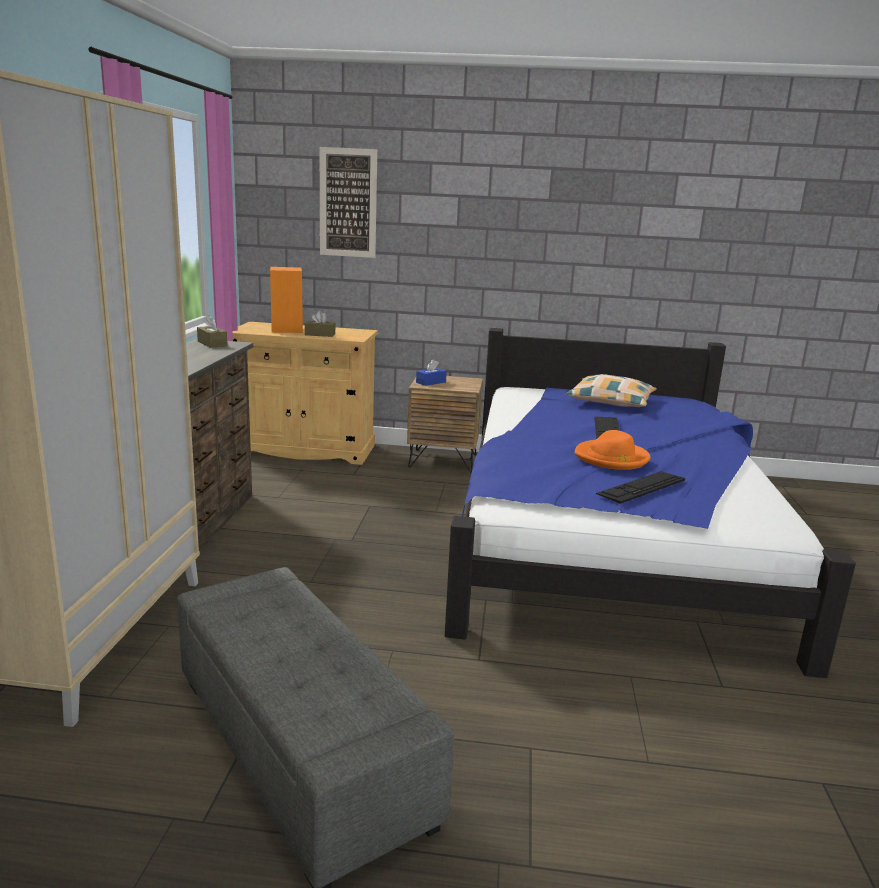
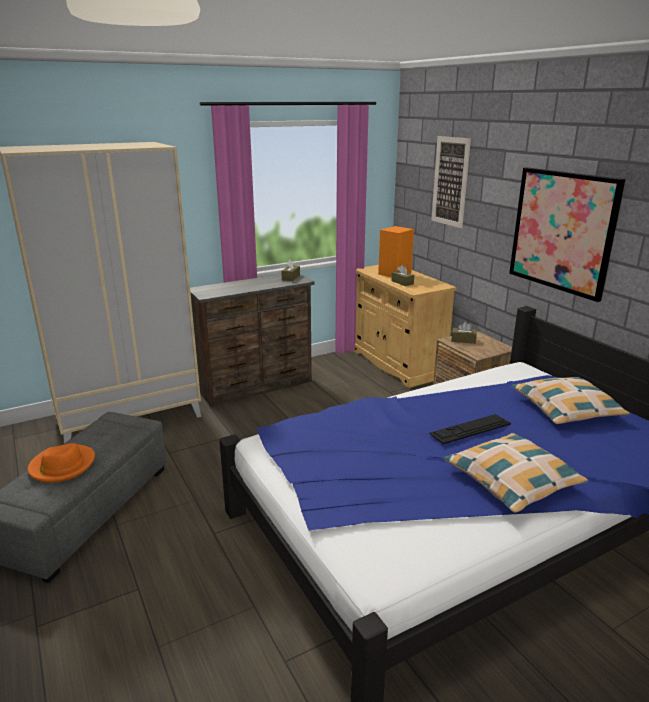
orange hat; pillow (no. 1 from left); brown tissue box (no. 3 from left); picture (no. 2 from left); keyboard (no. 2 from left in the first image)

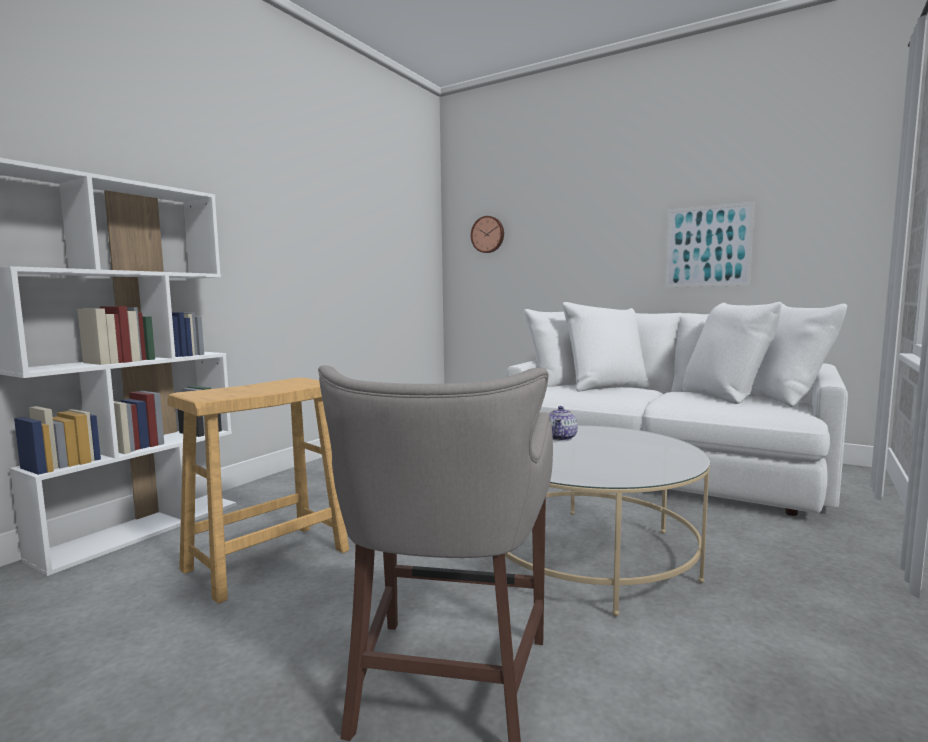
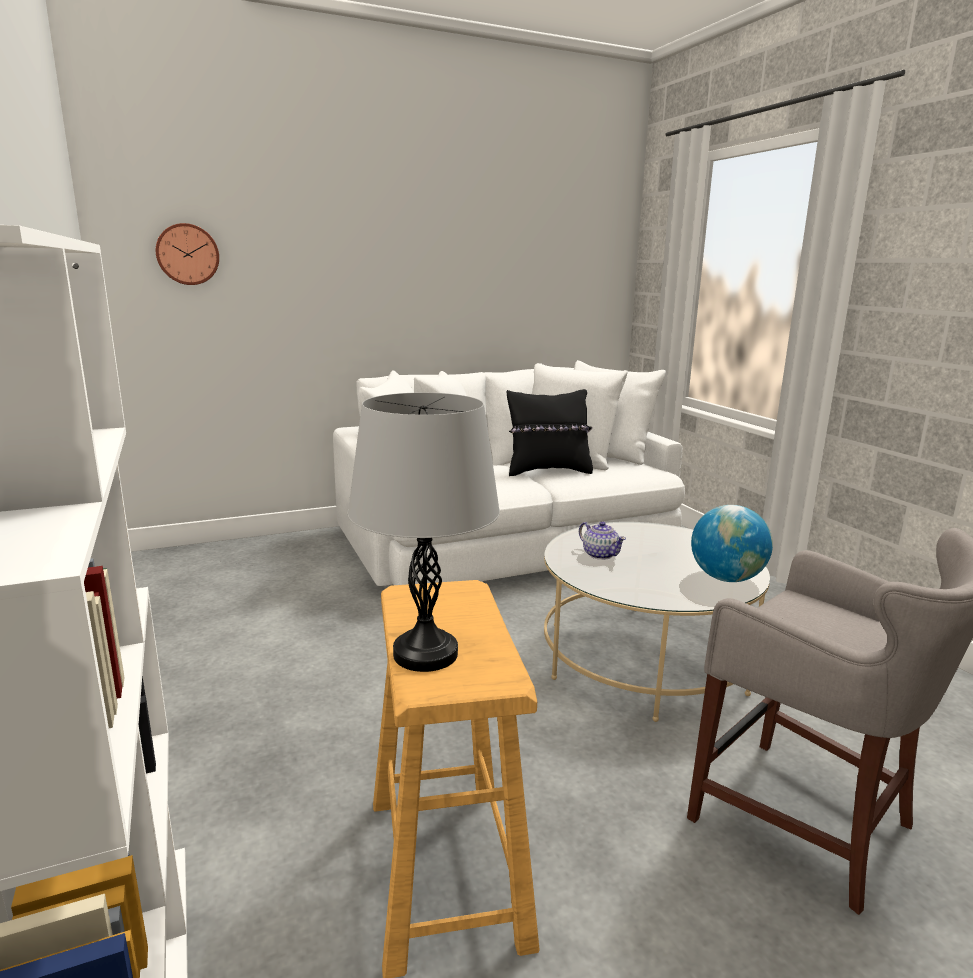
grey table lamp; black pillow; globe; picture

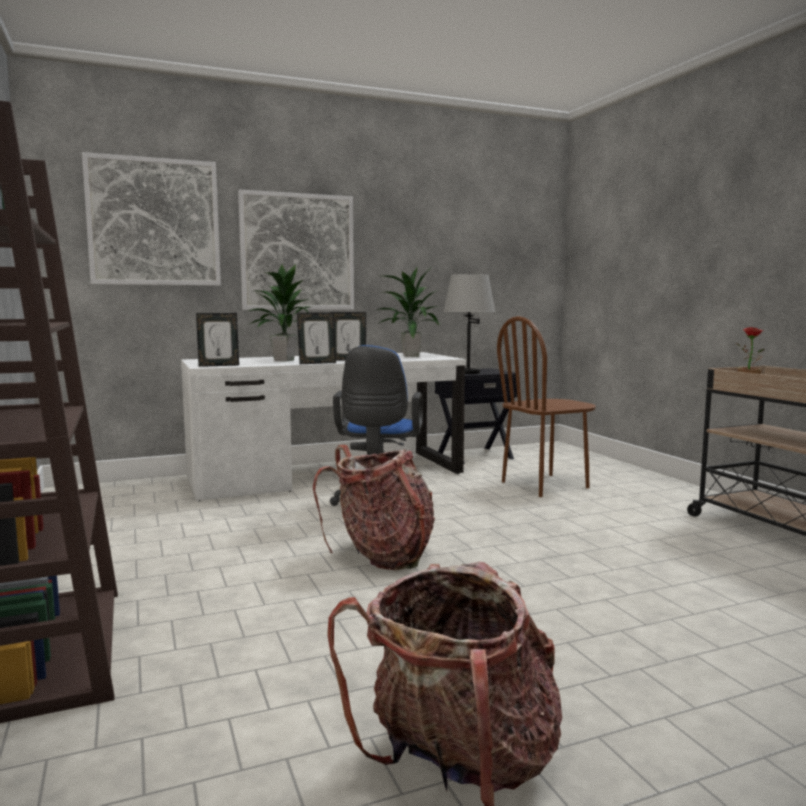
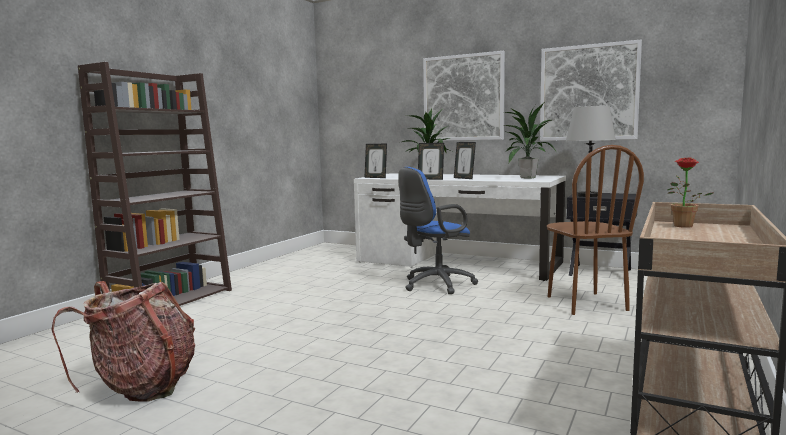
picture (no. 2 from left); brown chair; backpack (no. 1 from left in the first image)

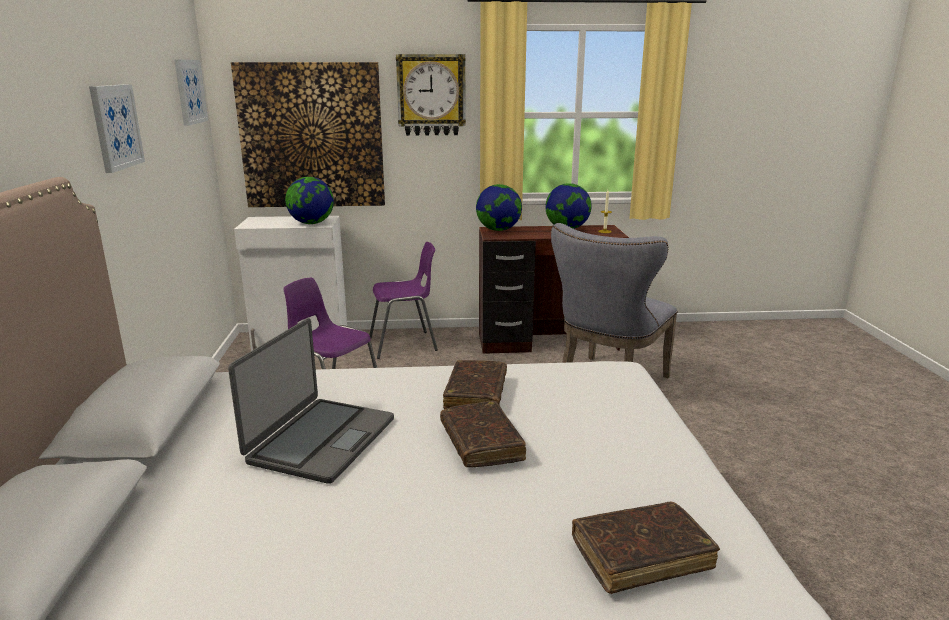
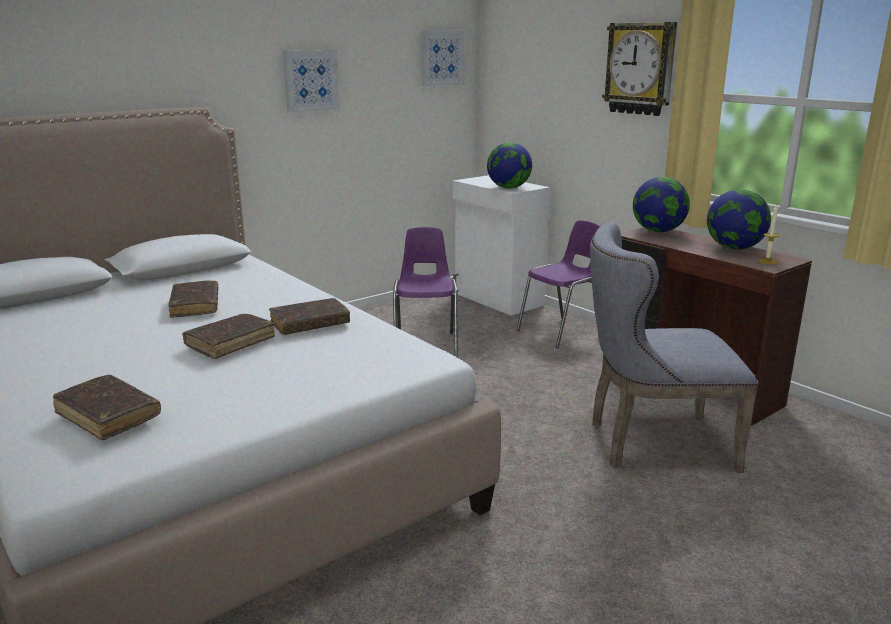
brown book (no. 2 from left); purple chair (no. 2 from left); picture (no. 3 from left in the first image)

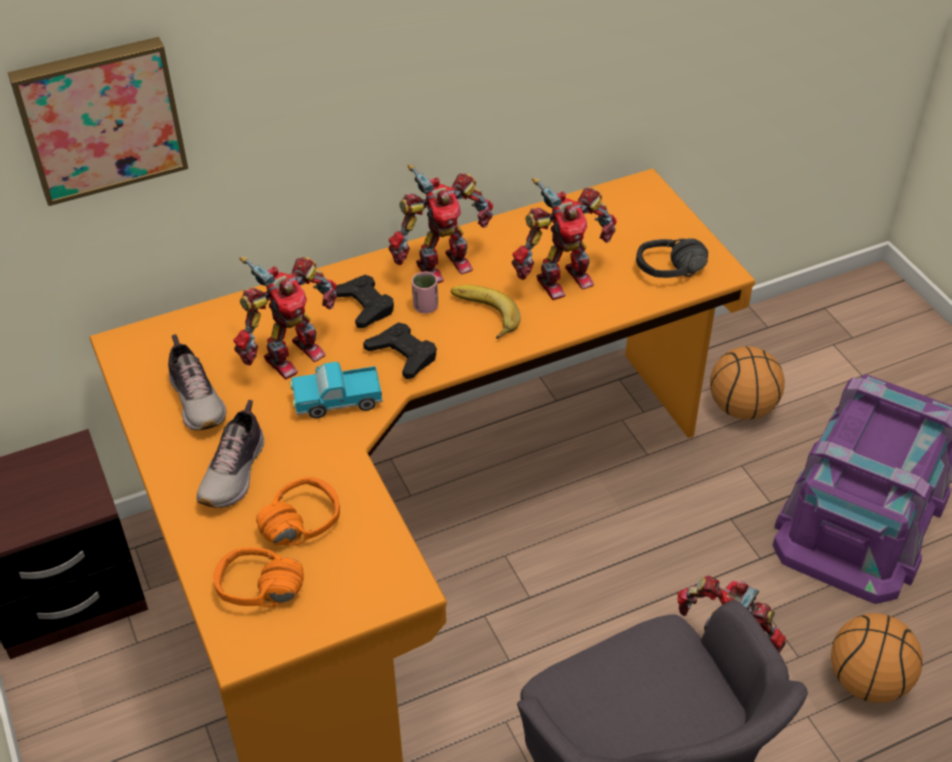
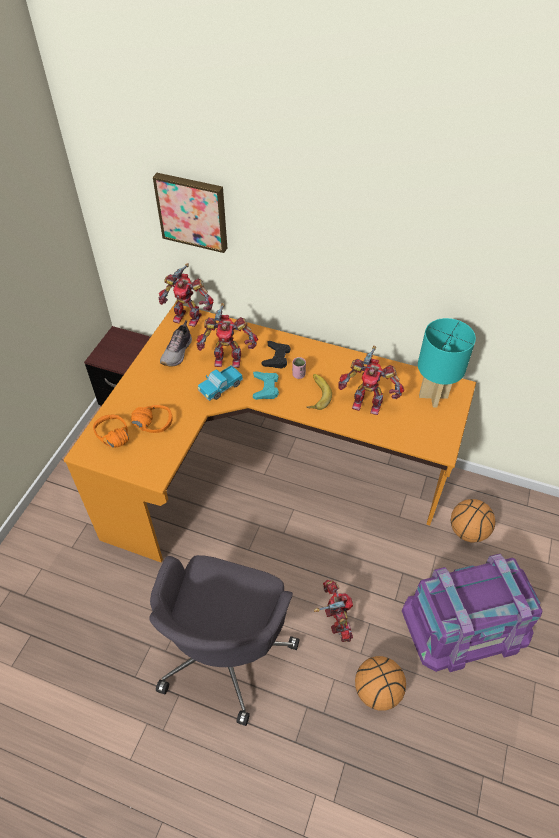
toy robot (no. 1 from left); toy truck; turquoise game controller; turquoise table lamp; shoe (no. 2 from left in the first image); black headphones

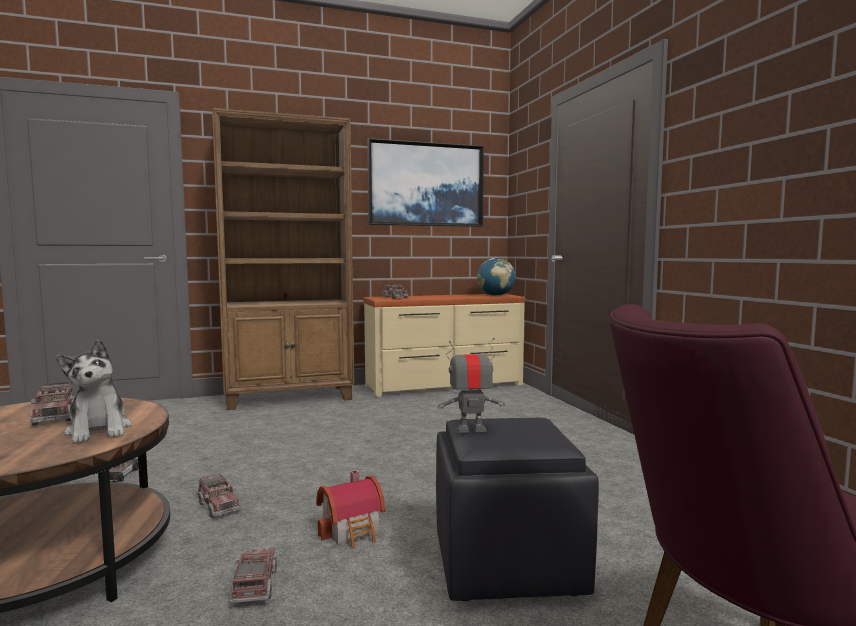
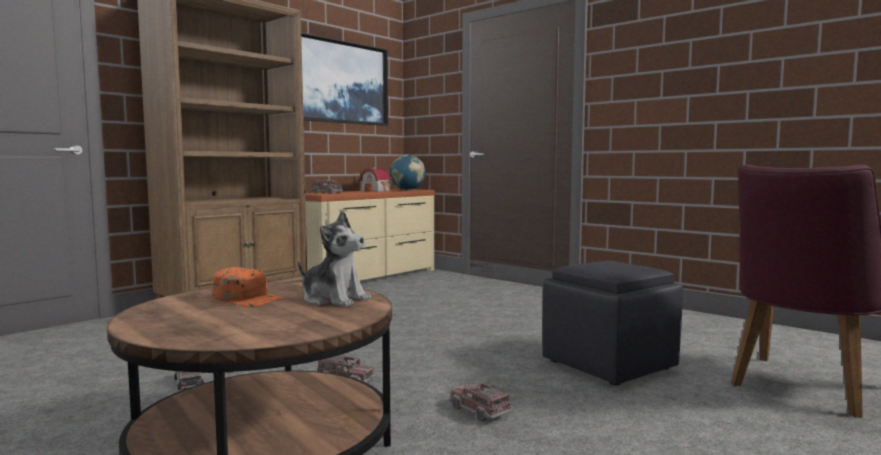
orange cap; toy house; toy robot

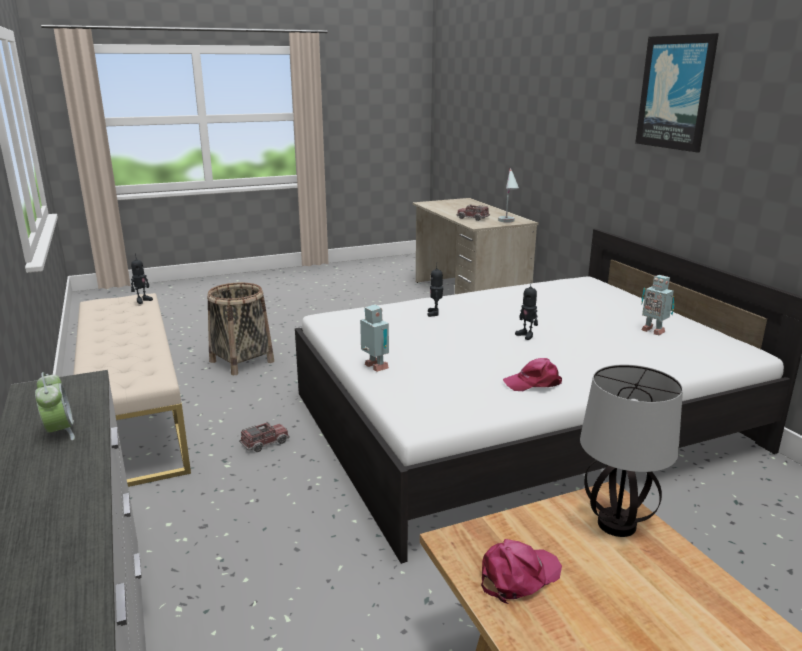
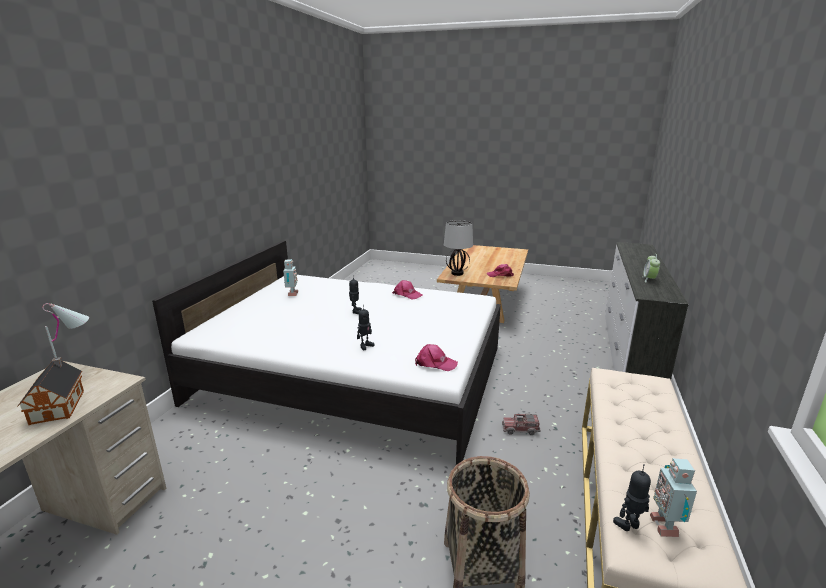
toy house; pink cap (no. 2 from left); toy robot (no. 5 from left); picture

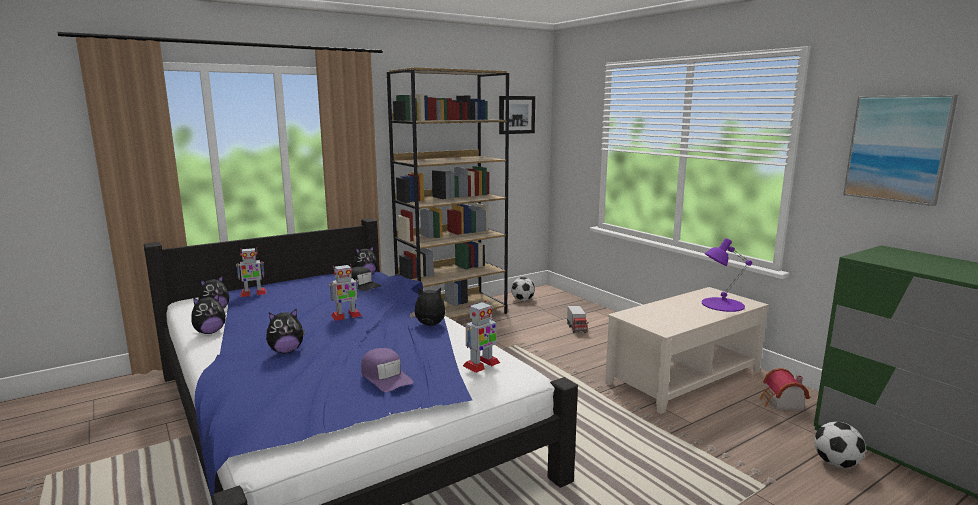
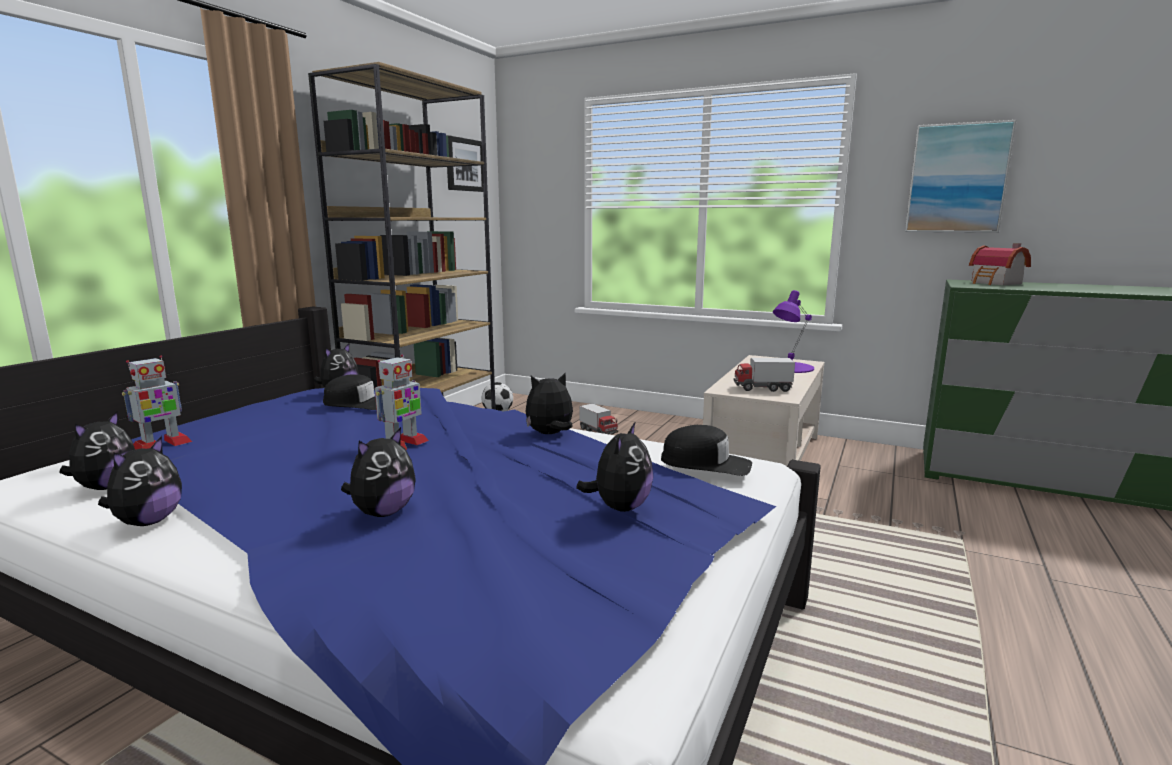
plush toy (no. 6 from left); black cap (no. 2 from left); toy truck (no. 2 from left); toy house; football (no. 2 from left in the first image)

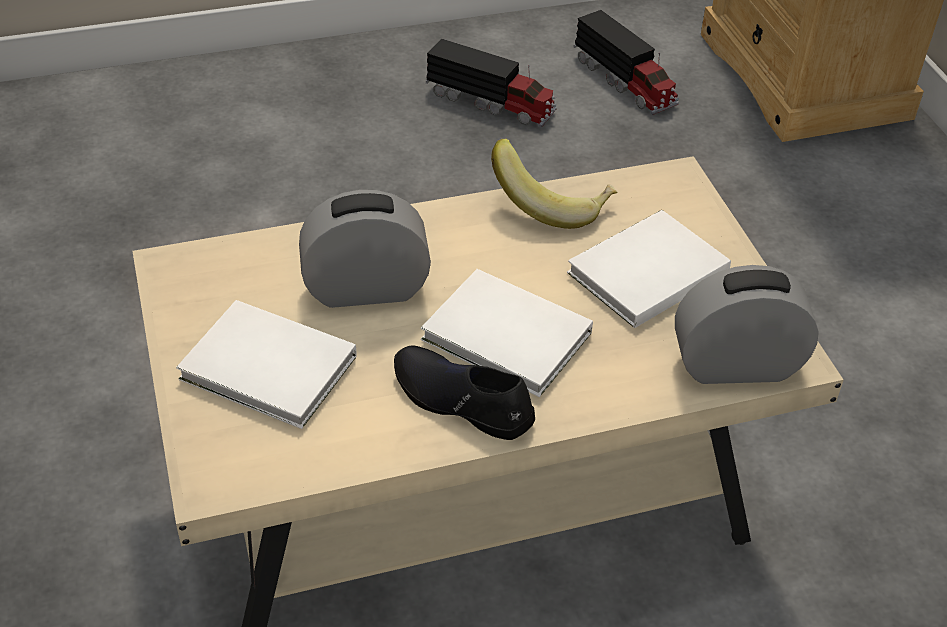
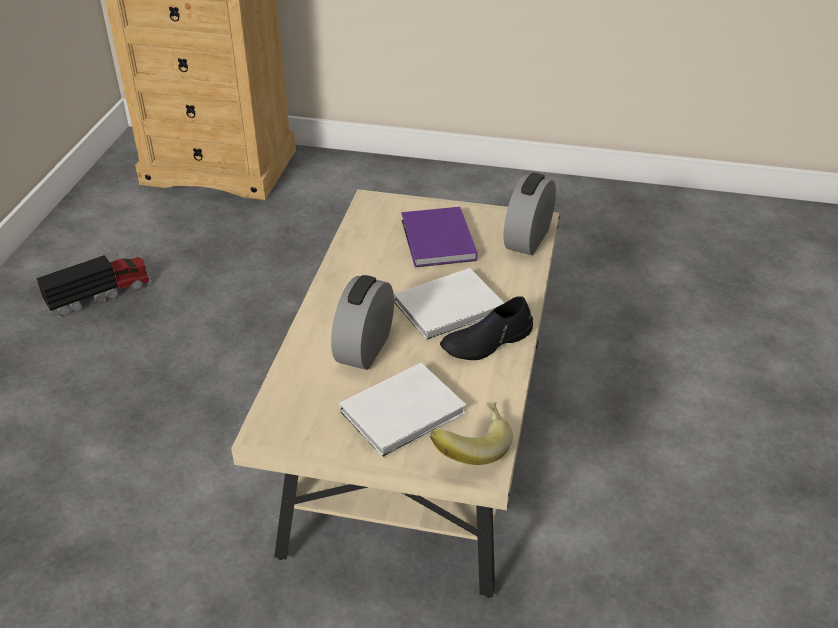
purple book; banana; toy truck (no. 2 from left in the first image)

